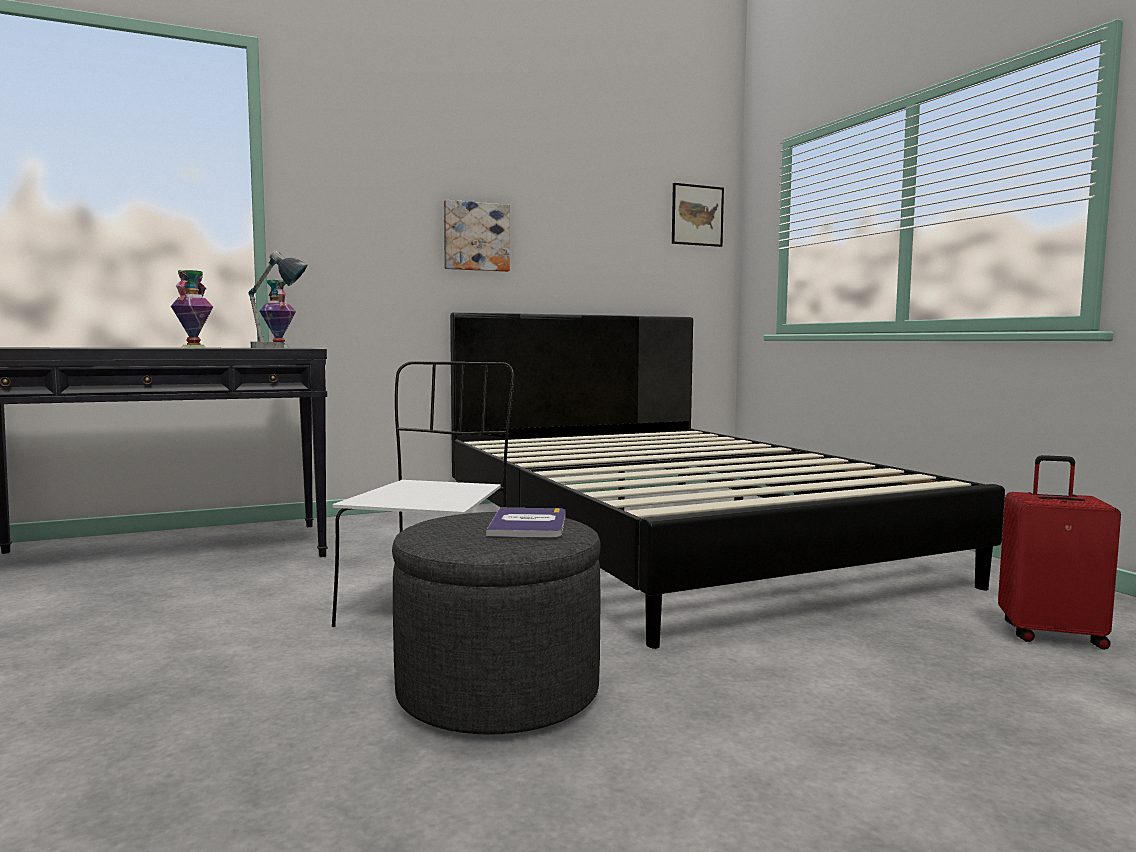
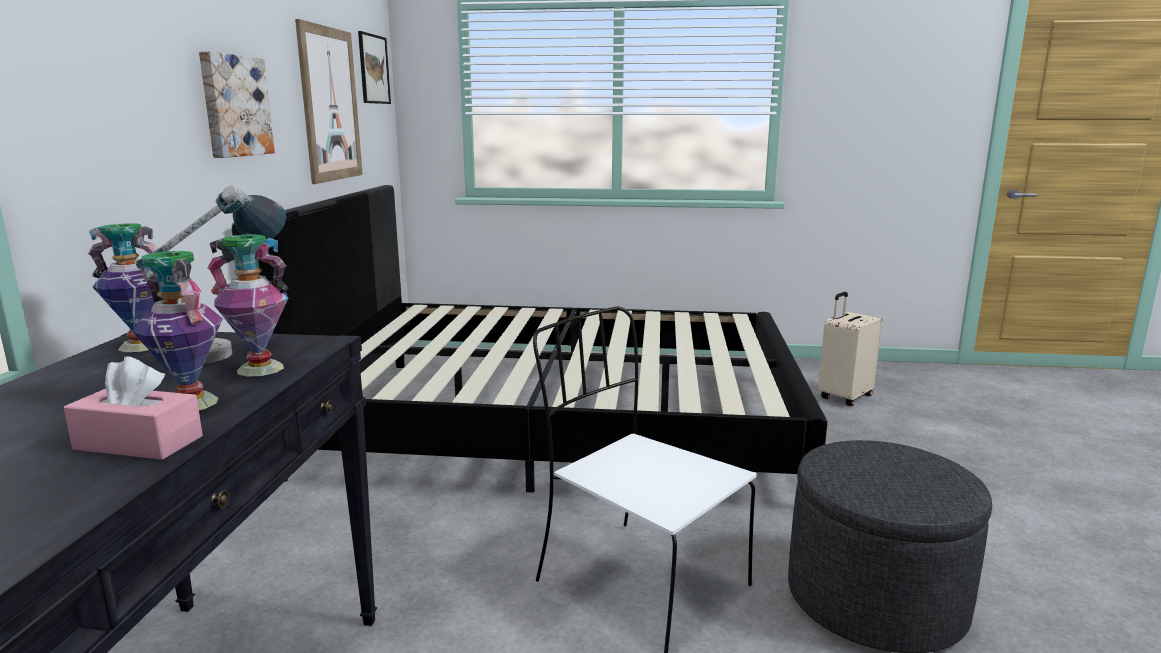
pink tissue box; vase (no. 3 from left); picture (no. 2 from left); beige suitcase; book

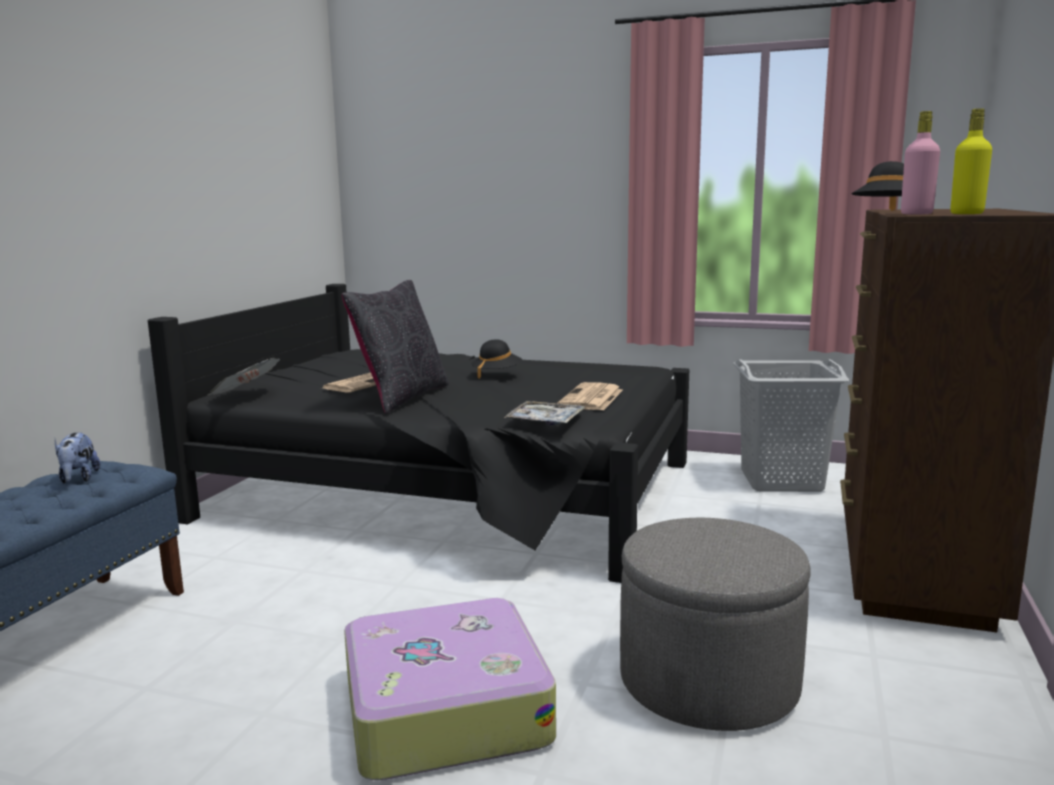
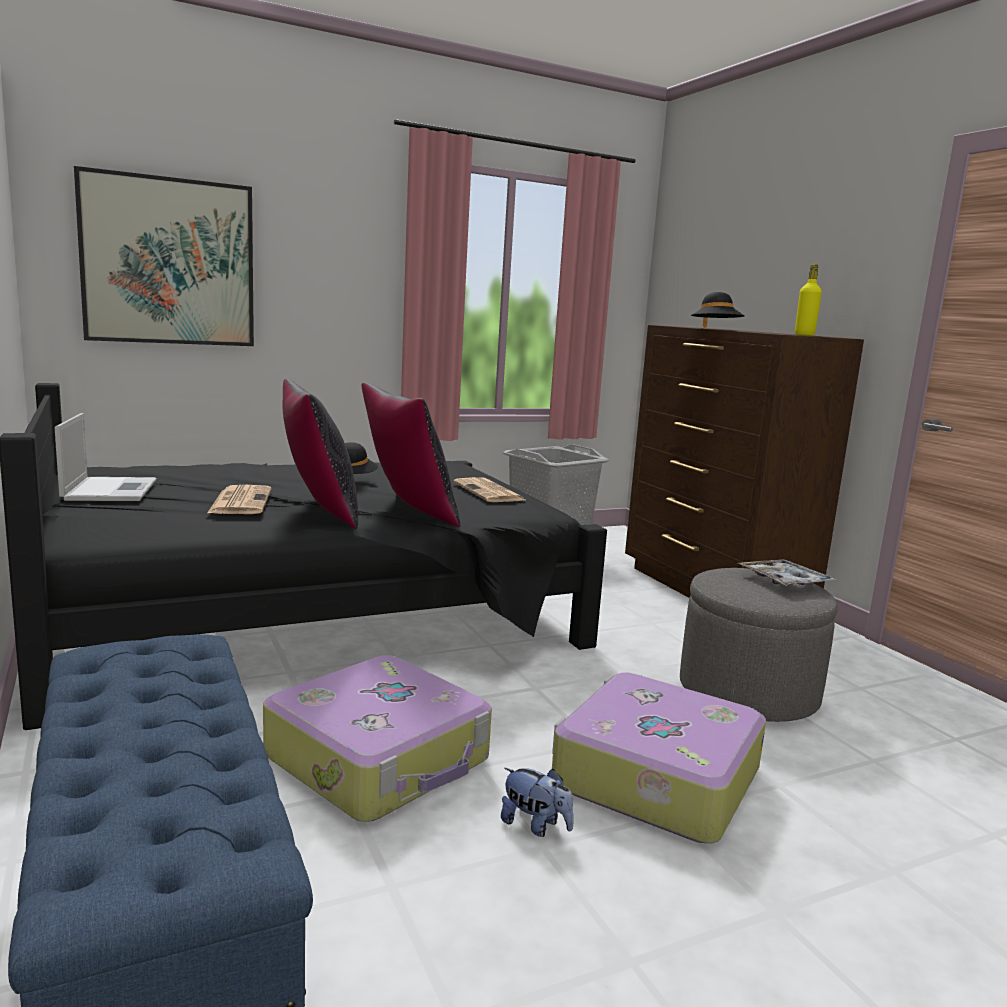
laptop; picture; suitcase (no. 1 from left); black pillow (no. 2 from left); plush toy; tray; newspaper (no. 1 from left in the first image); pink bottle

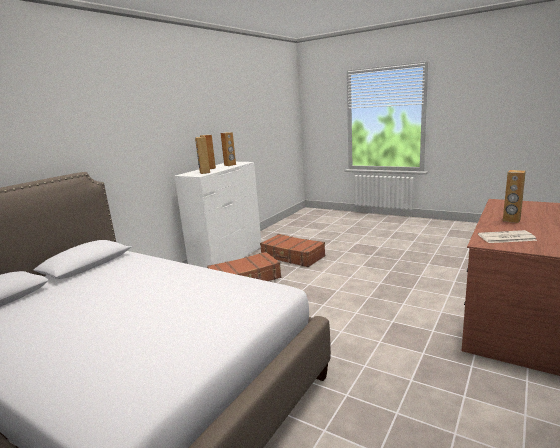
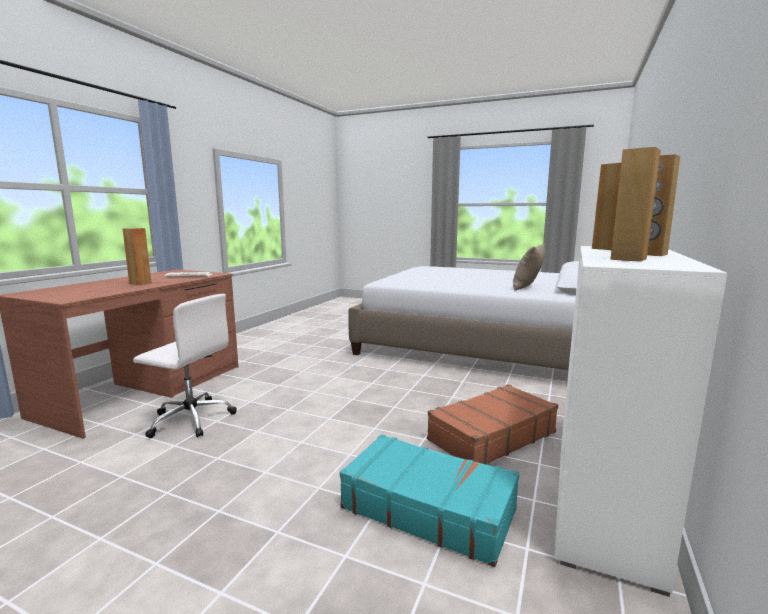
white office chair; turquoise suitcase; beige pillow

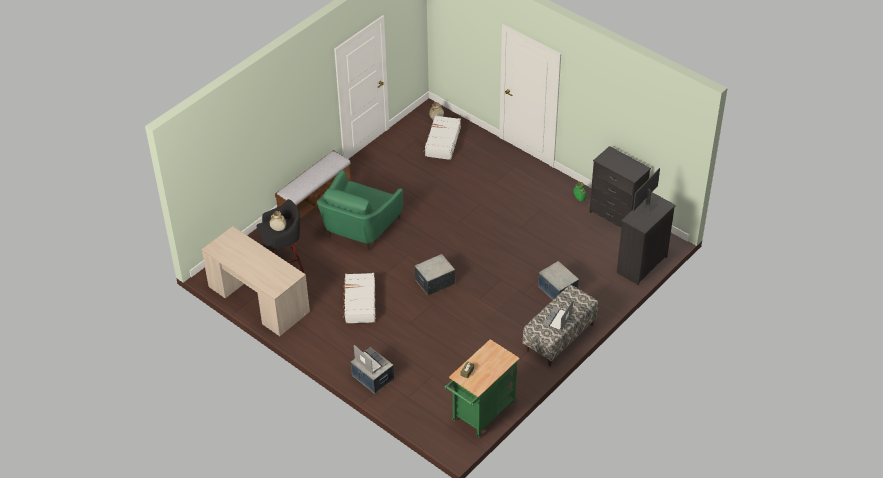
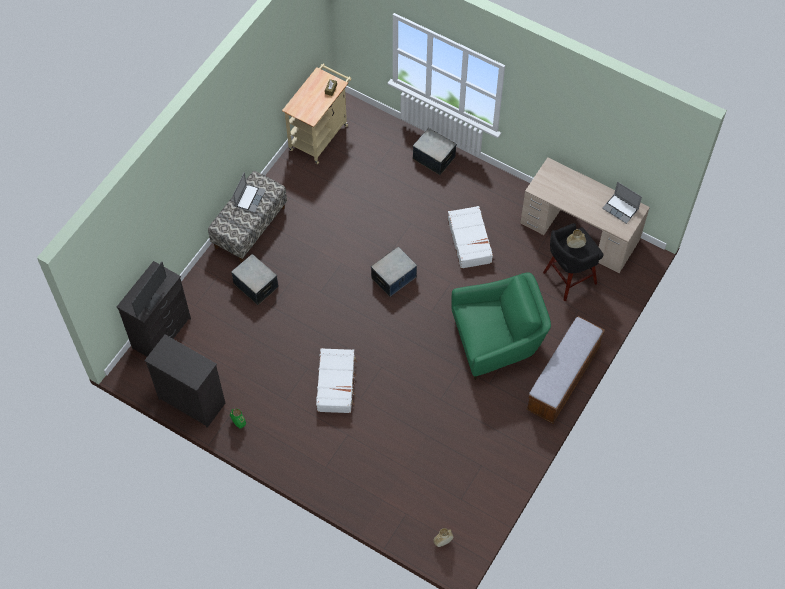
beige cart; white suitcase (no. 1 from left); green armchair; laptop (no. 2 from left)

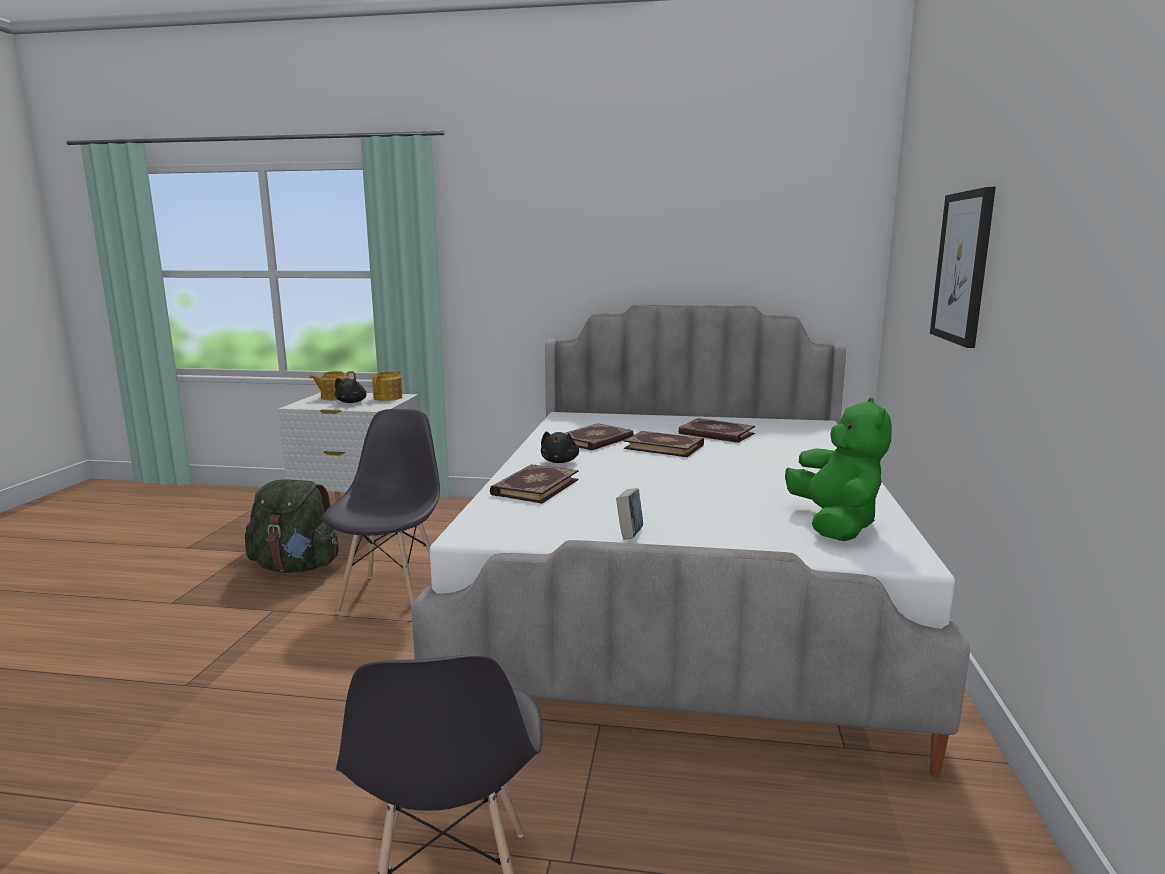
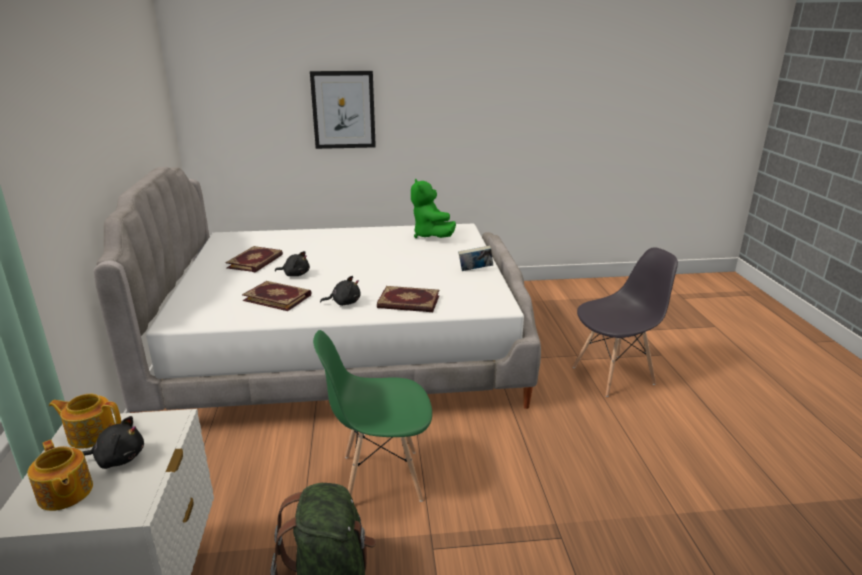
black plush toy (no. 2 from left); green chair; green plush toy

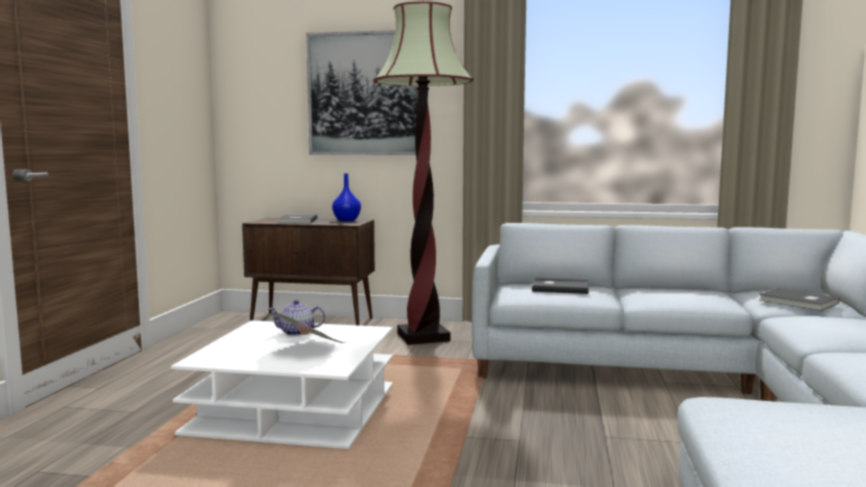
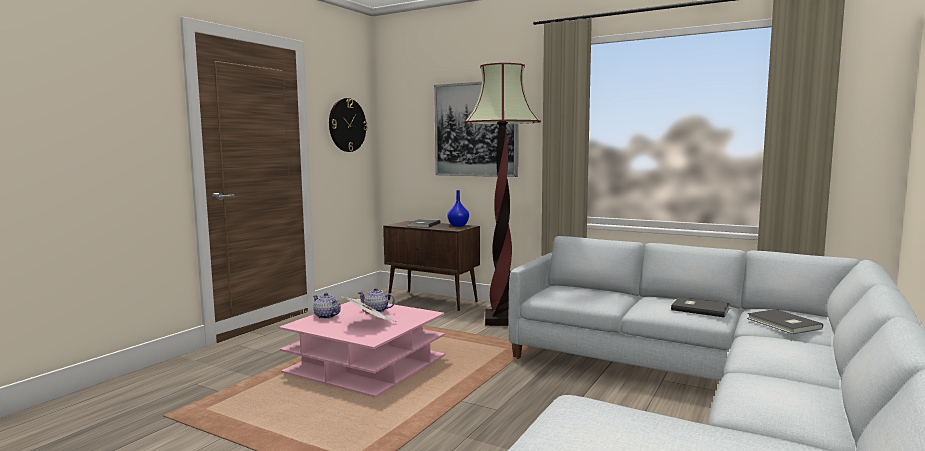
pink coffee table; teapot (no. 1 from left); wall clock; grey book (no. 2 from left)

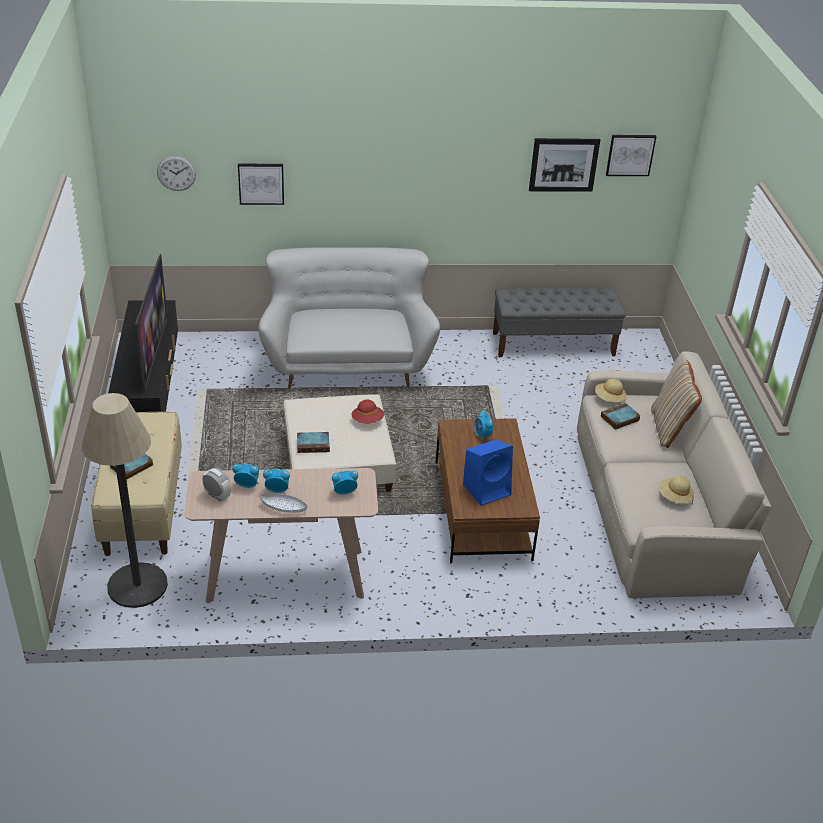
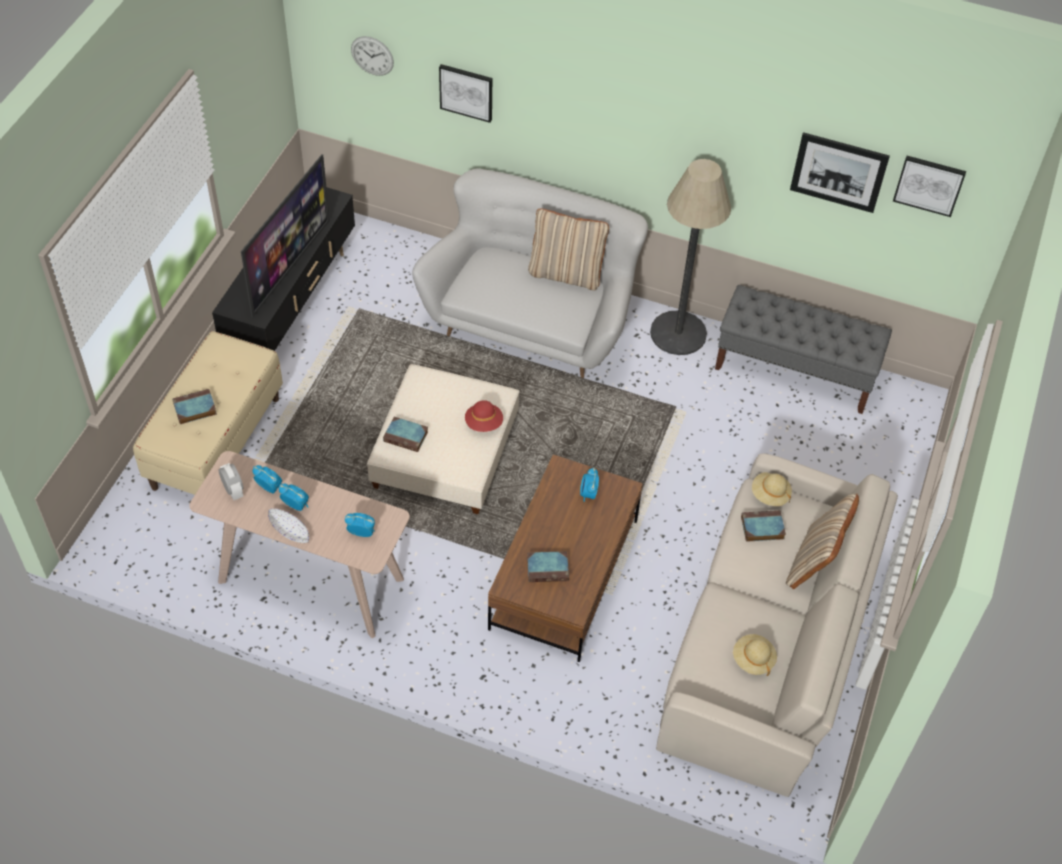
book (no. 3 from left); beige pillow (no. 1 from left); floor lamp

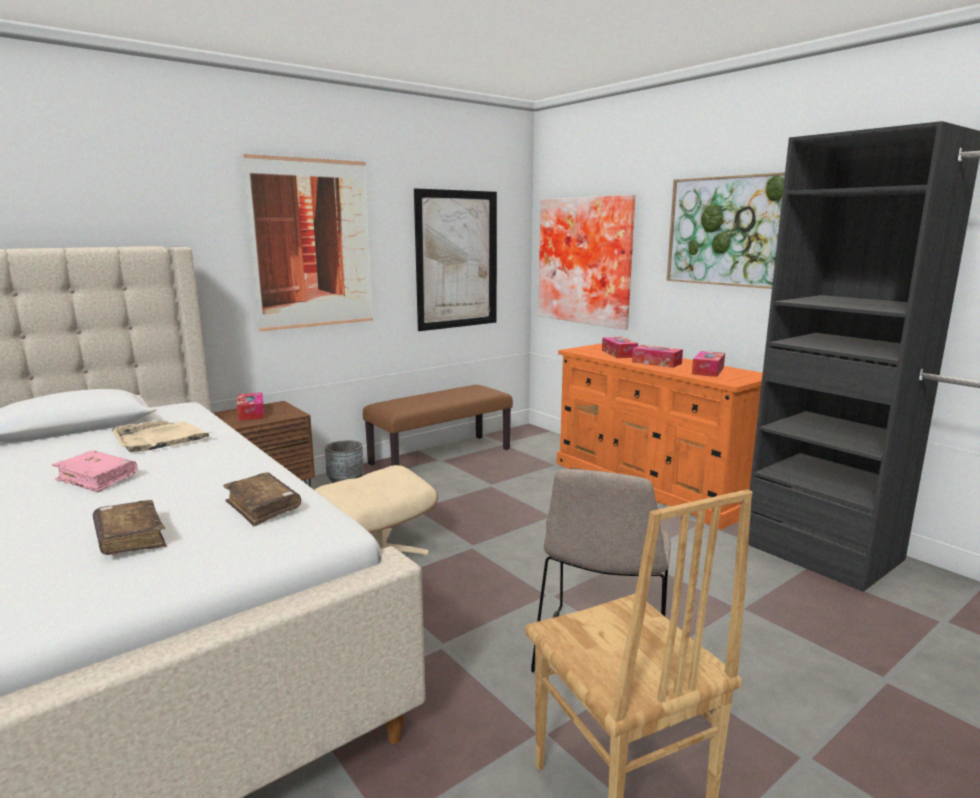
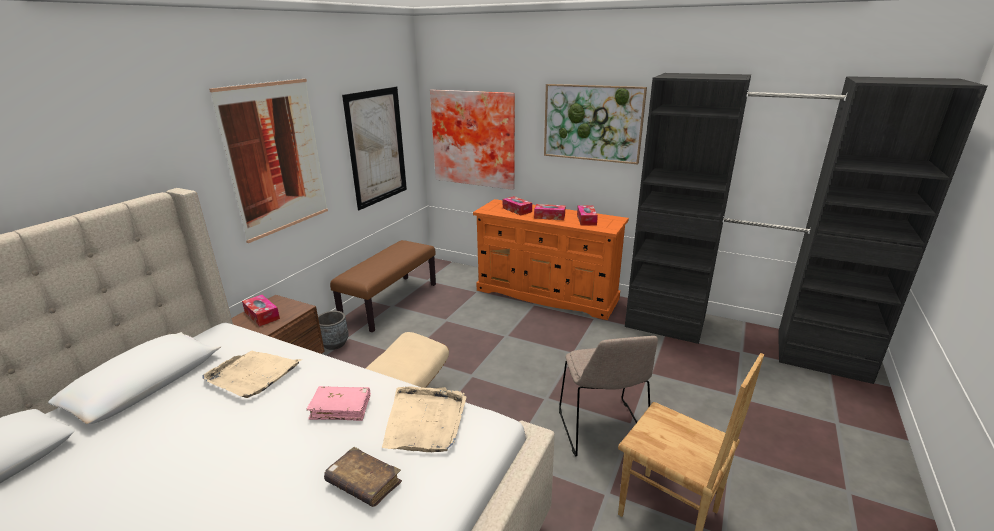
pink book; beige tray (no. 2 from left)

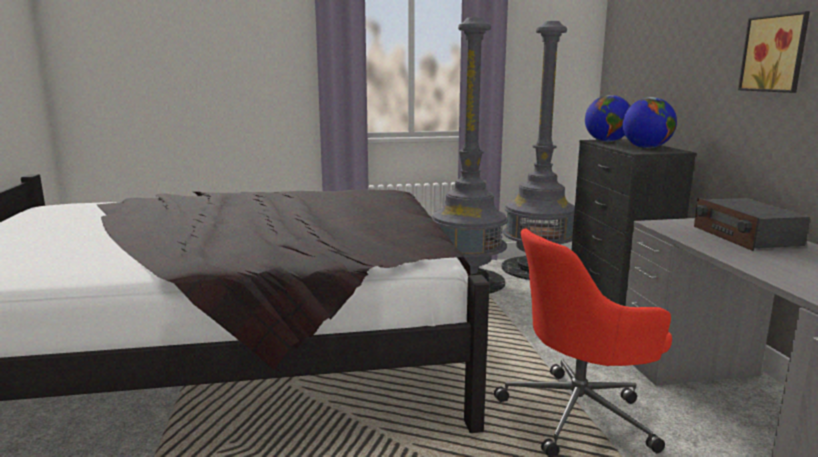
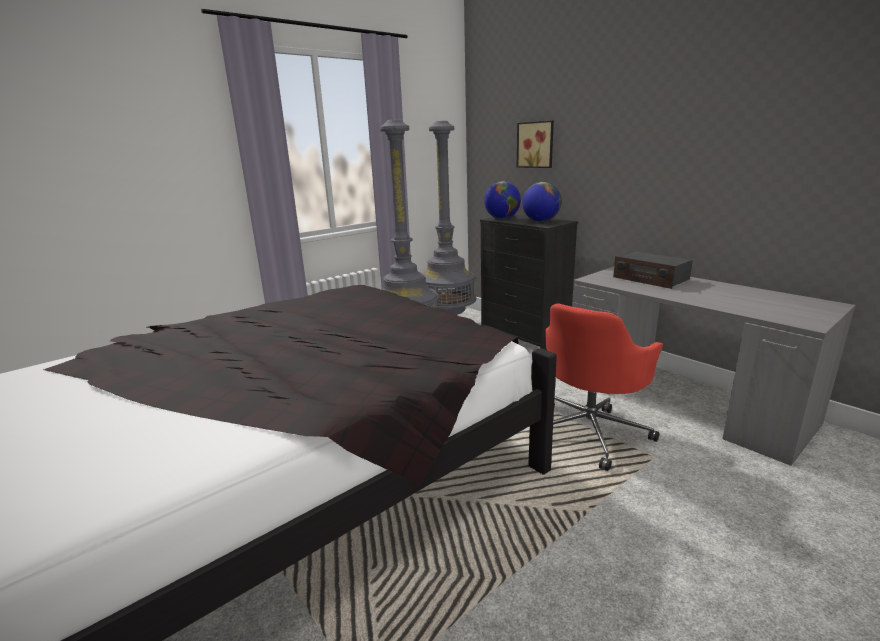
picture

